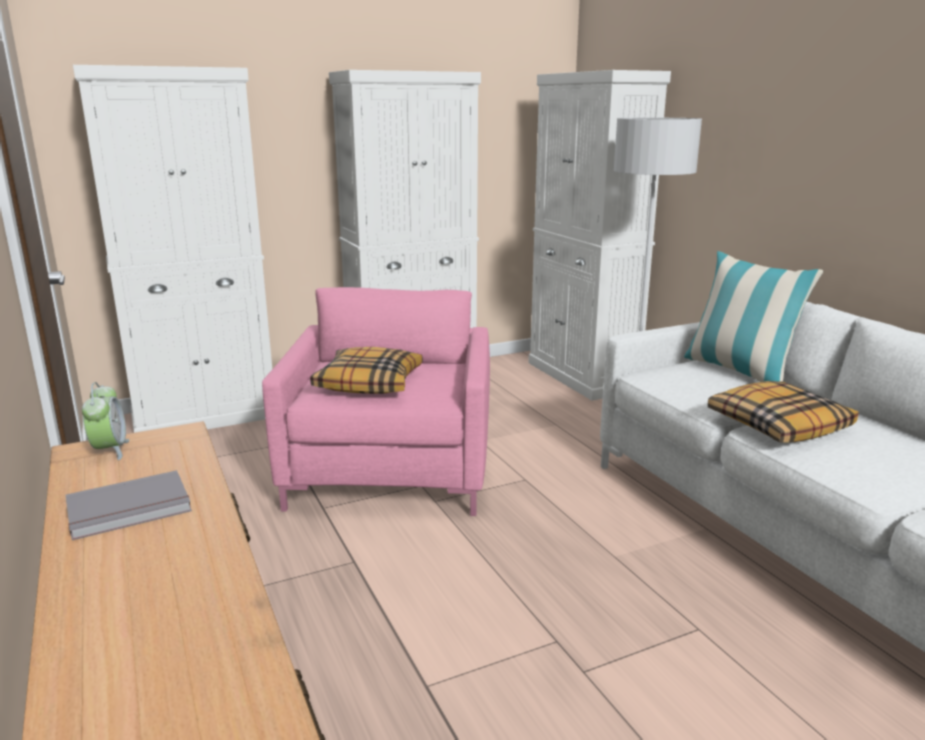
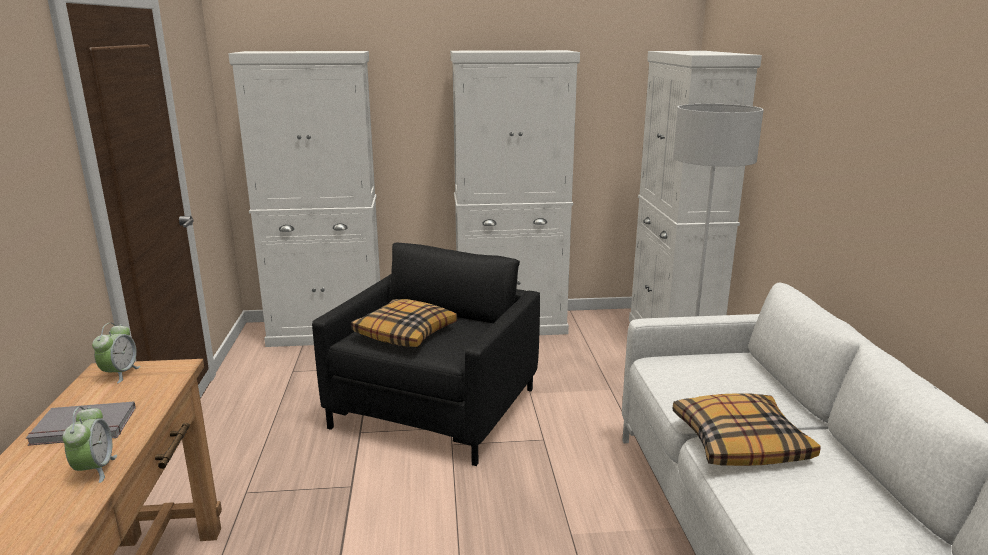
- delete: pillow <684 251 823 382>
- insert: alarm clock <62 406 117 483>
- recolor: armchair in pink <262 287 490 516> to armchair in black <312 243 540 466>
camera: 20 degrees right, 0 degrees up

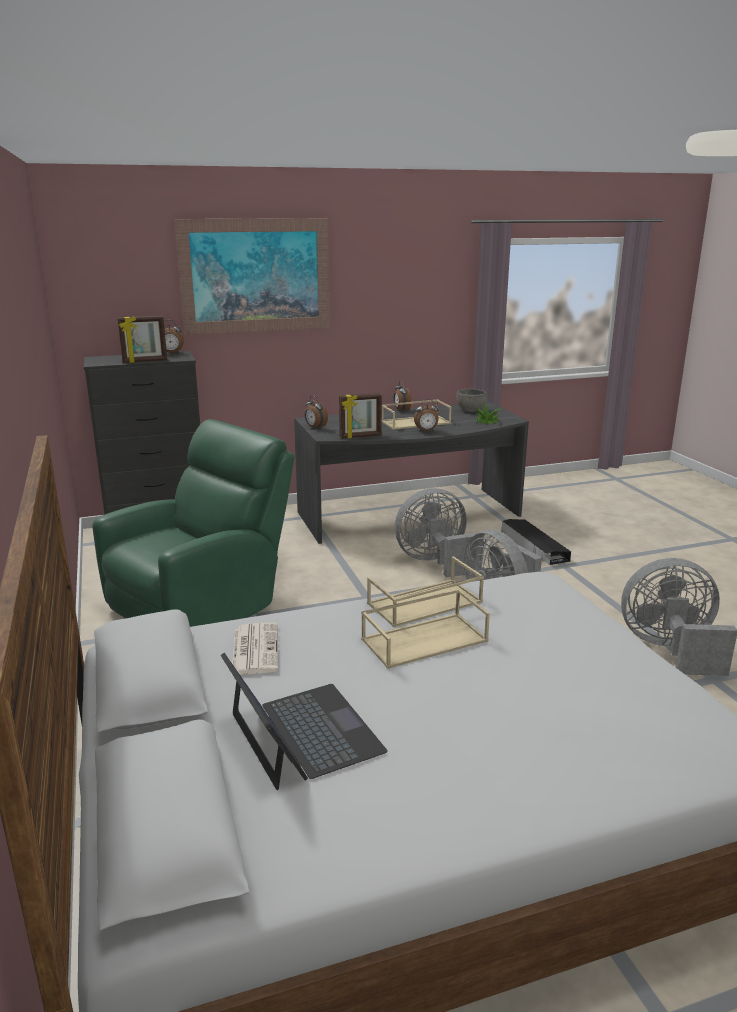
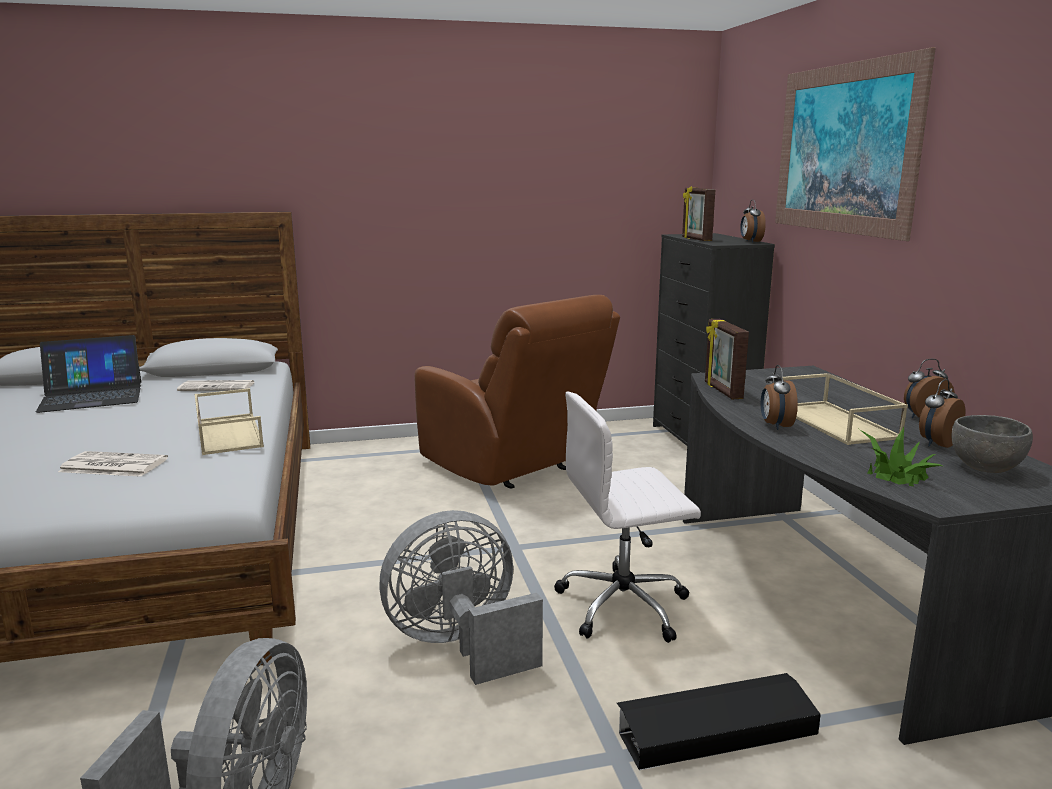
- delete: tray in beige <361 589 490 669>
- insert: newspaper <58 451 168 477>
- move: alarm clock <305 396 328 429> to <919 379 965 448>
- replace: fan in grey <394 488 484 578> to office chair in white <554 392 701 643>
- recolor: armchair in green <93 419 294 627> to armchair in brown <414 295 620 489>
camera: 95 degrees right, 5 degrees down

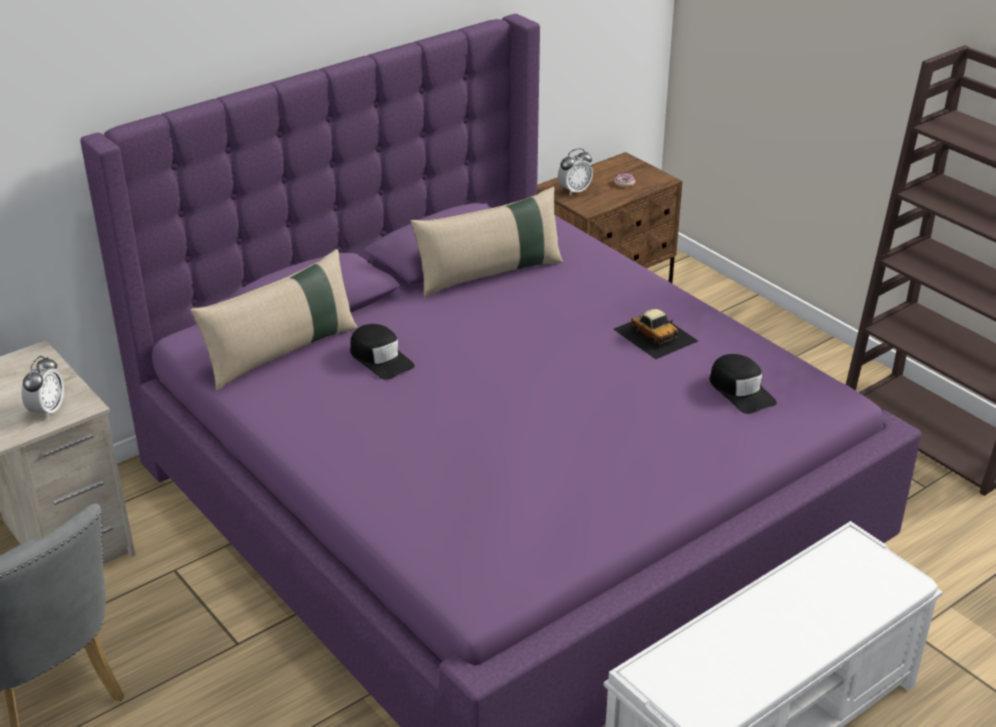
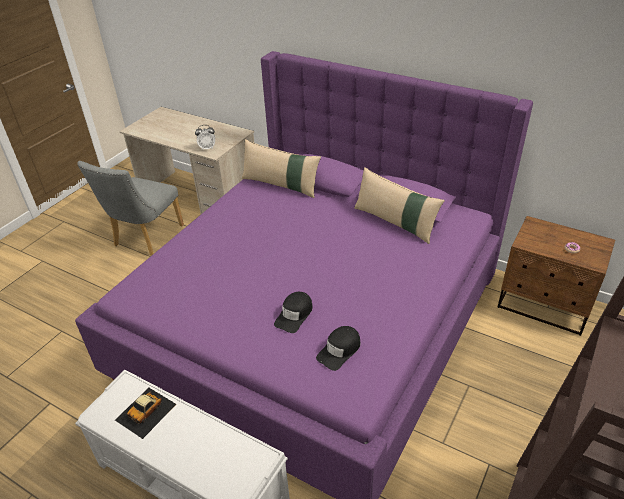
- delete: alarm clock <558 148 593 196>
- move: cap in black <350 324 415 380> to <274 292 313 333>
- move: toy car <613 309 698 359> to <115 388 176 439>
camera: 70 degrees right, 5 degrees up

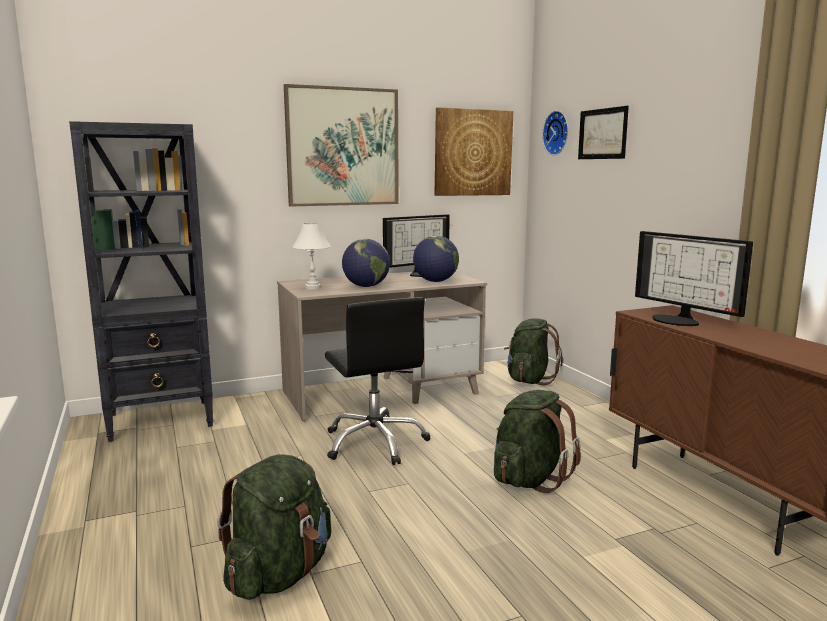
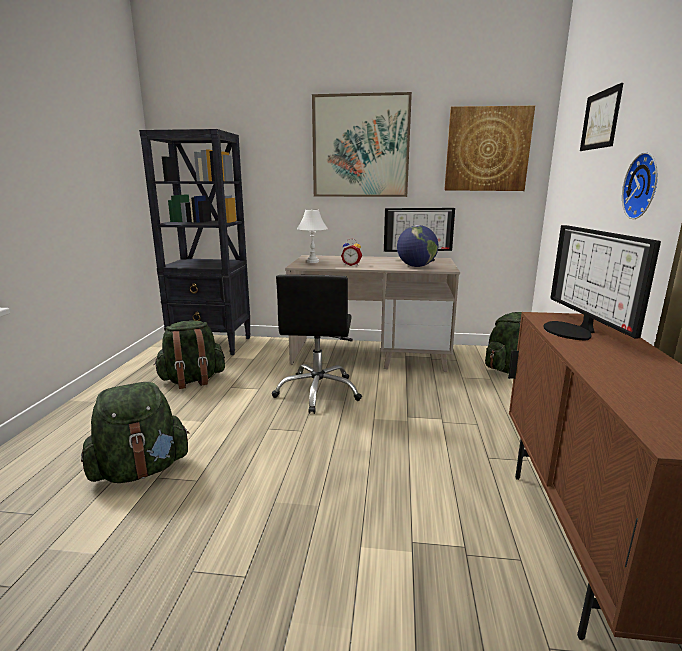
- move: backpack in green <494 390 581 493> to <153 320 225 389>
- move: wall clock <542 111 568 155> to <622 152 658 219>
- replace: globe <342 239 390 287> to alarm clock <341 239 362 266>
camera: 30 degrees right, 5 degrees up

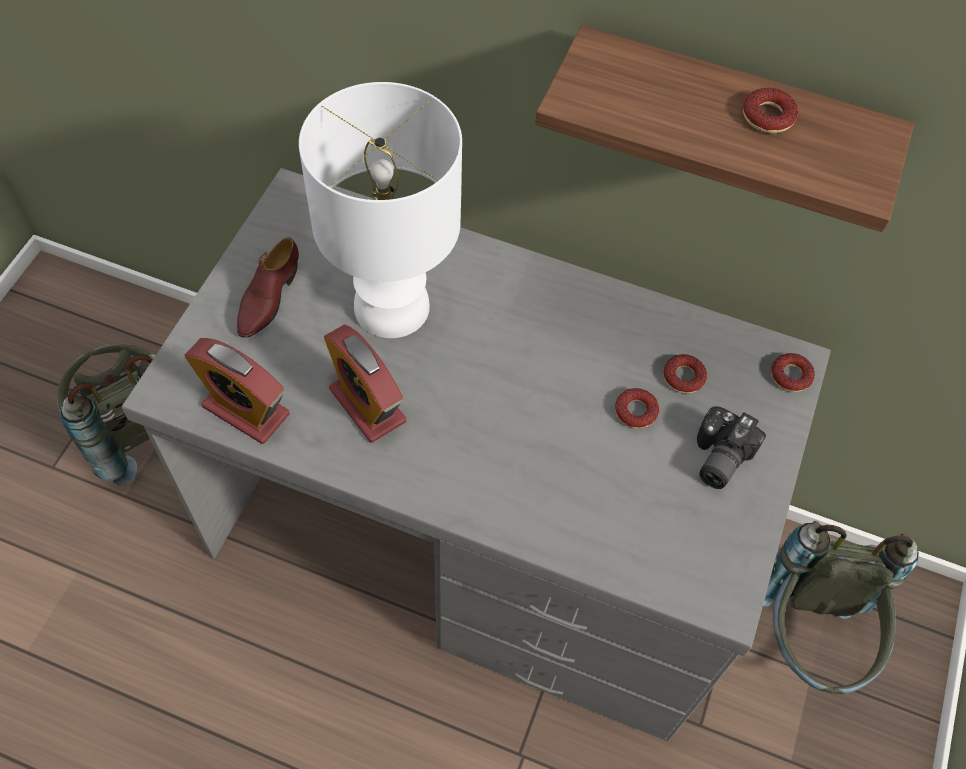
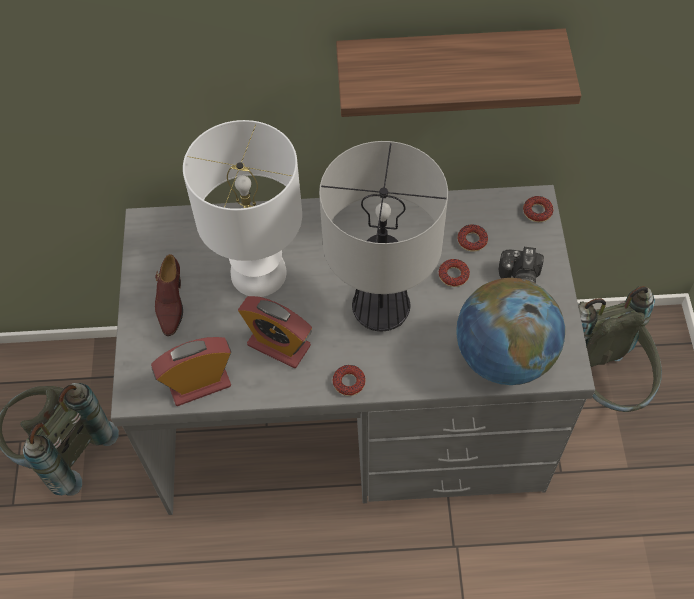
- insert: table lamp <319 141 448 331>
- insert: globe <456 278 565 385>
- move: donut <743 88 798 133> to <333 365 365 396>
- rotate: alarm clock <184 338 289 444> = <151 337 231 406> 150 degrees clockwise
camera: 20 degrees left, 0 degrees up

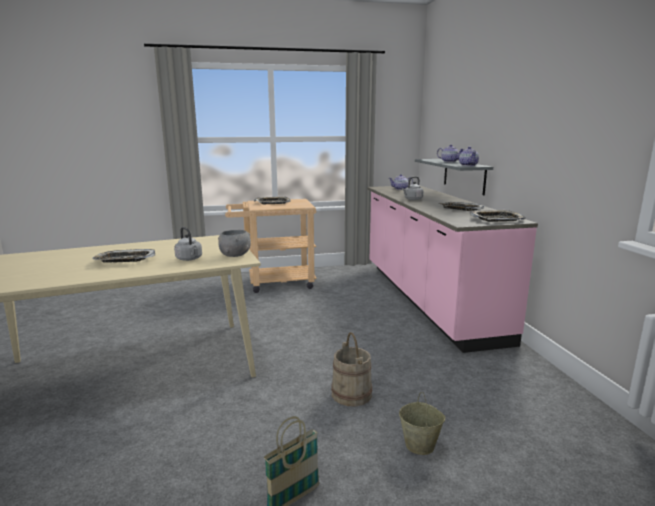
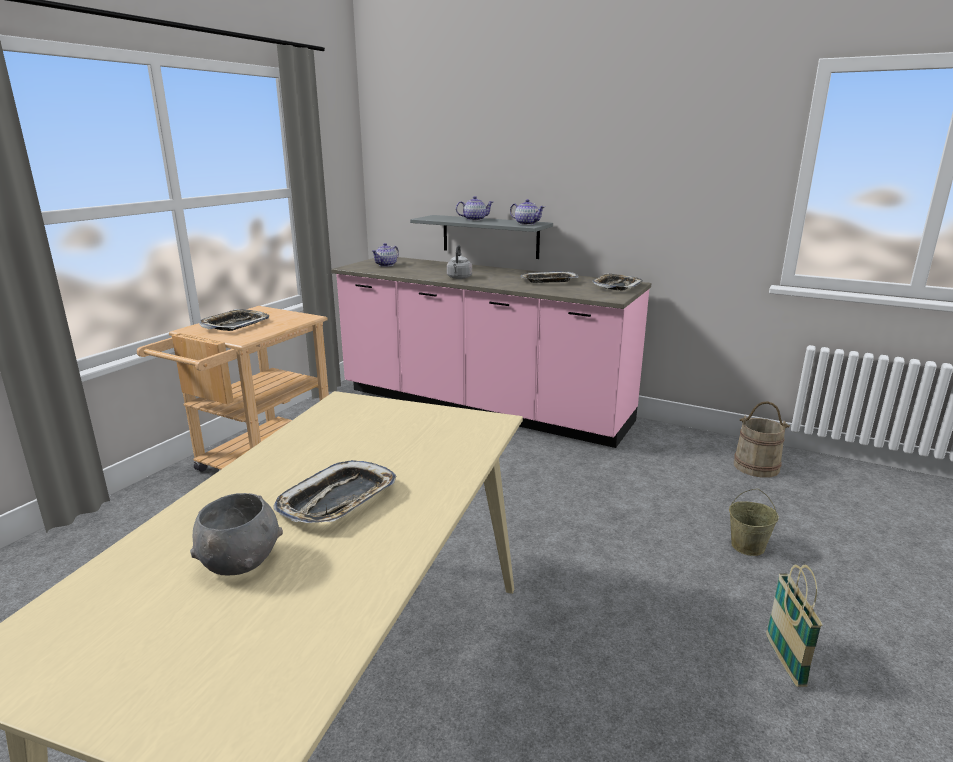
- delete: kettle in grey <174 227 202 261>
- move: bowl in grey <218 230 251 257> to <190 493 283 575>
- move: bucket in beige <331 332 372 406> to <734 401 790 478>
camera: 50 degrees left, 5 degrees up

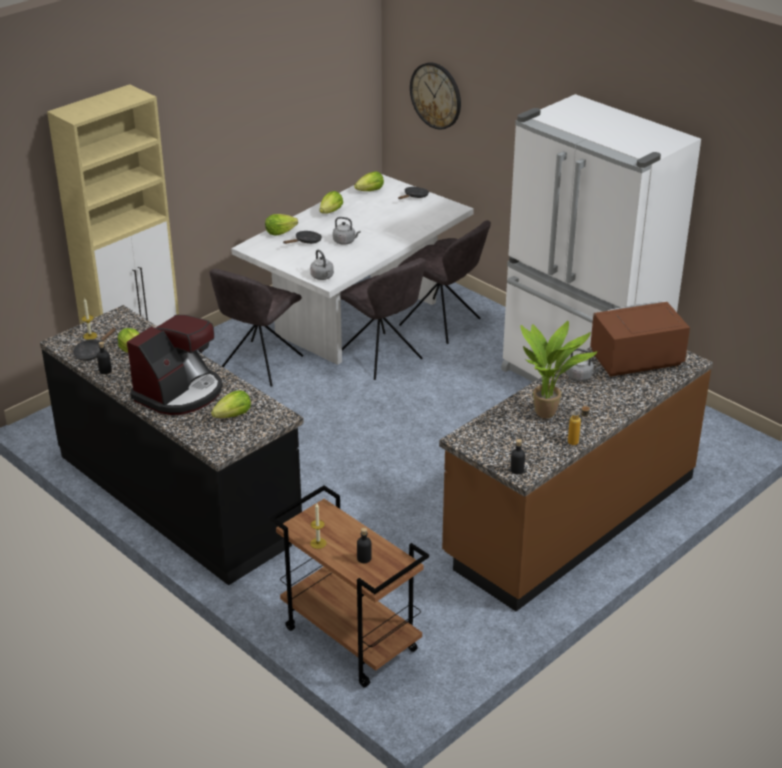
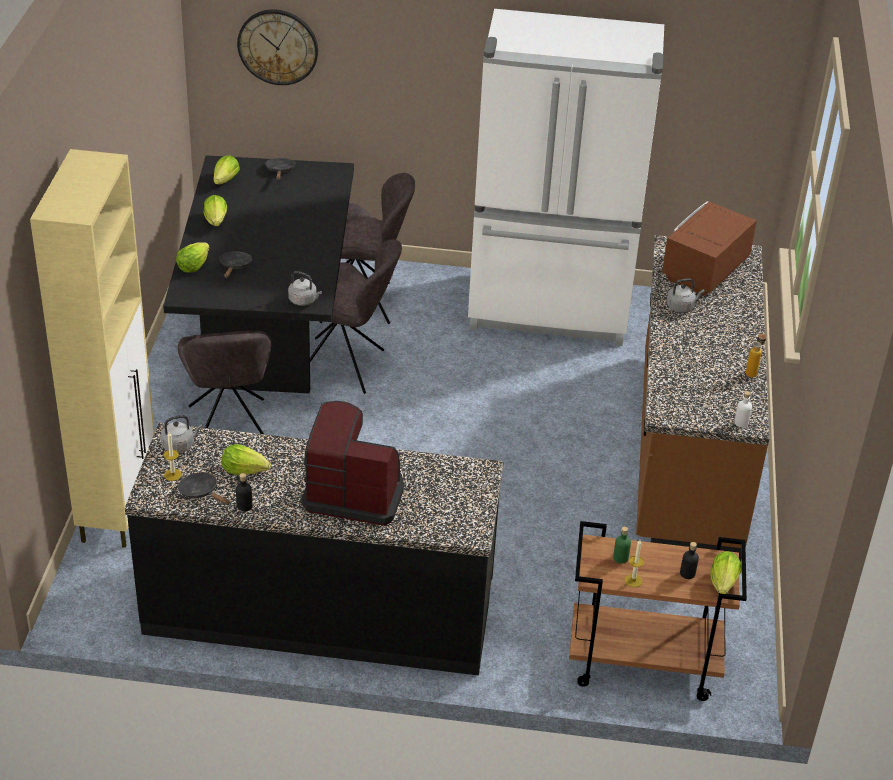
- delete: potted plant <521 321 597 419>
- insert: bottle in green <613 526 631 564>
- move: lettuce <211 390 251 418> to <710 551 742 594>
- move: kettle in grey <333 217 361 245> to <160 415 202 453>
- recolor: dining table in white <231 174 474 365> to dining table in black <163 155 354 393>
- recolor: bottle in black <510 439 525 474> to bottle in white <734 391 752 427>
- rotate: frying pan in black <73 328 116 361> = <178 472 230 505> 135 degrees clockwise
- rotate: coffee machine <127 315 223 415> = <301 401 404 526> 75 degrees counterclockwise
camera: 40 degrees left, 5 degrees up

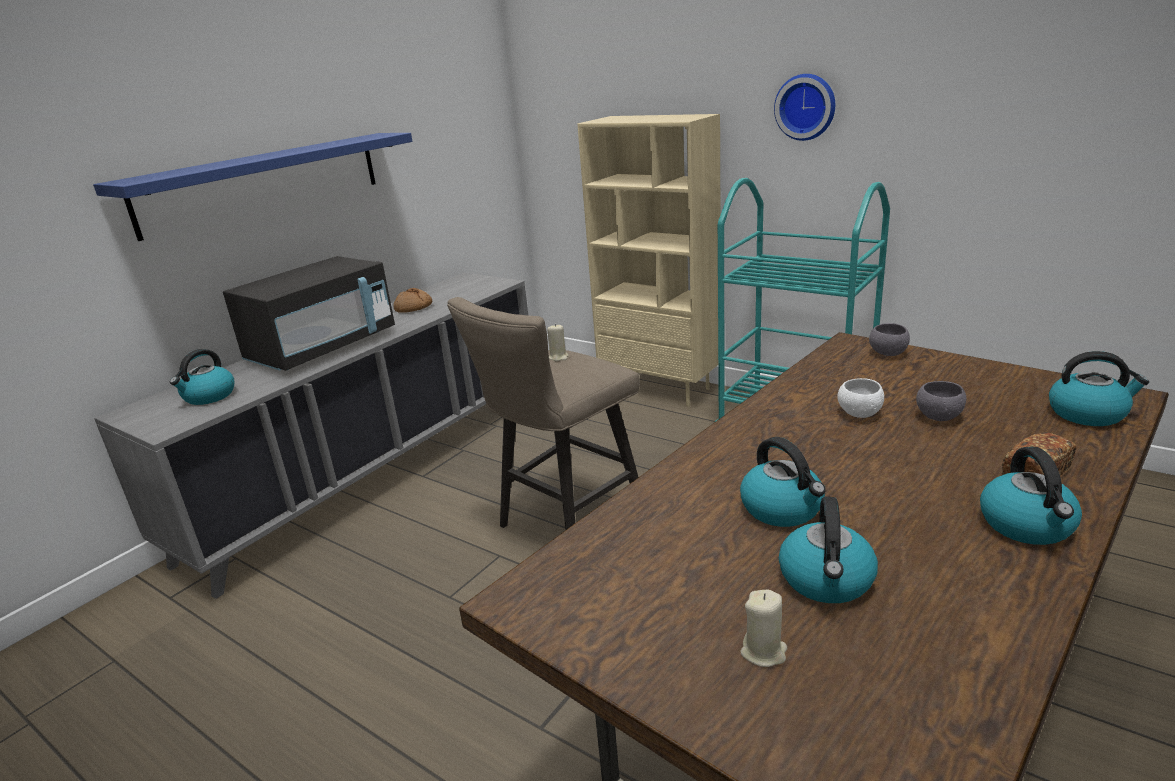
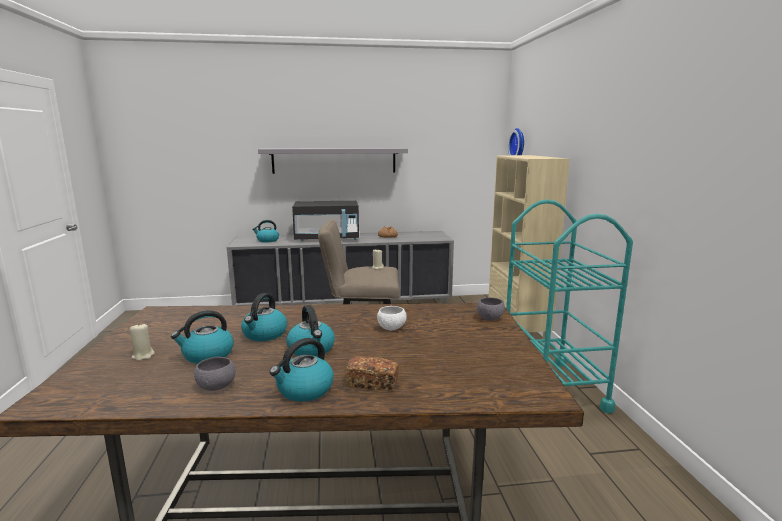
- move: wall clock <774 74 835 141> to <508 128 524 155>
- move: bowl in grey <916 381 966 421> to <194 357 236 391>
- move: kettle <1049 351 1149 426> to <286 305 335 356>
- recolor: shelf in blue <93 133 412 241> to shelf in grey <258 148 408 174>
camera: 45 degrees right, 10 degrees down

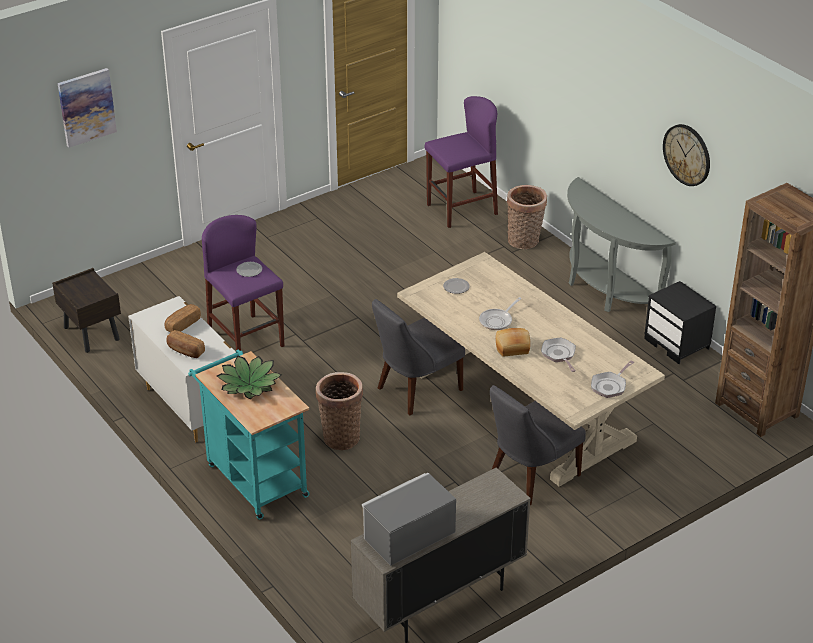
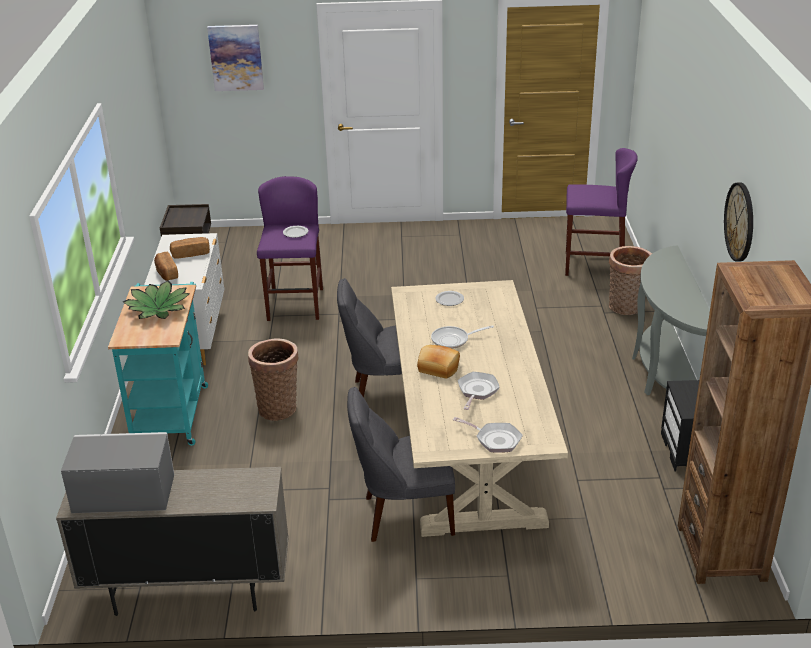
- rotate: frying pan <591 360 634 398> = <453 417 523 453> 135 degrees counterclockwise
camera: 35 degrees right, 5 degrees down

